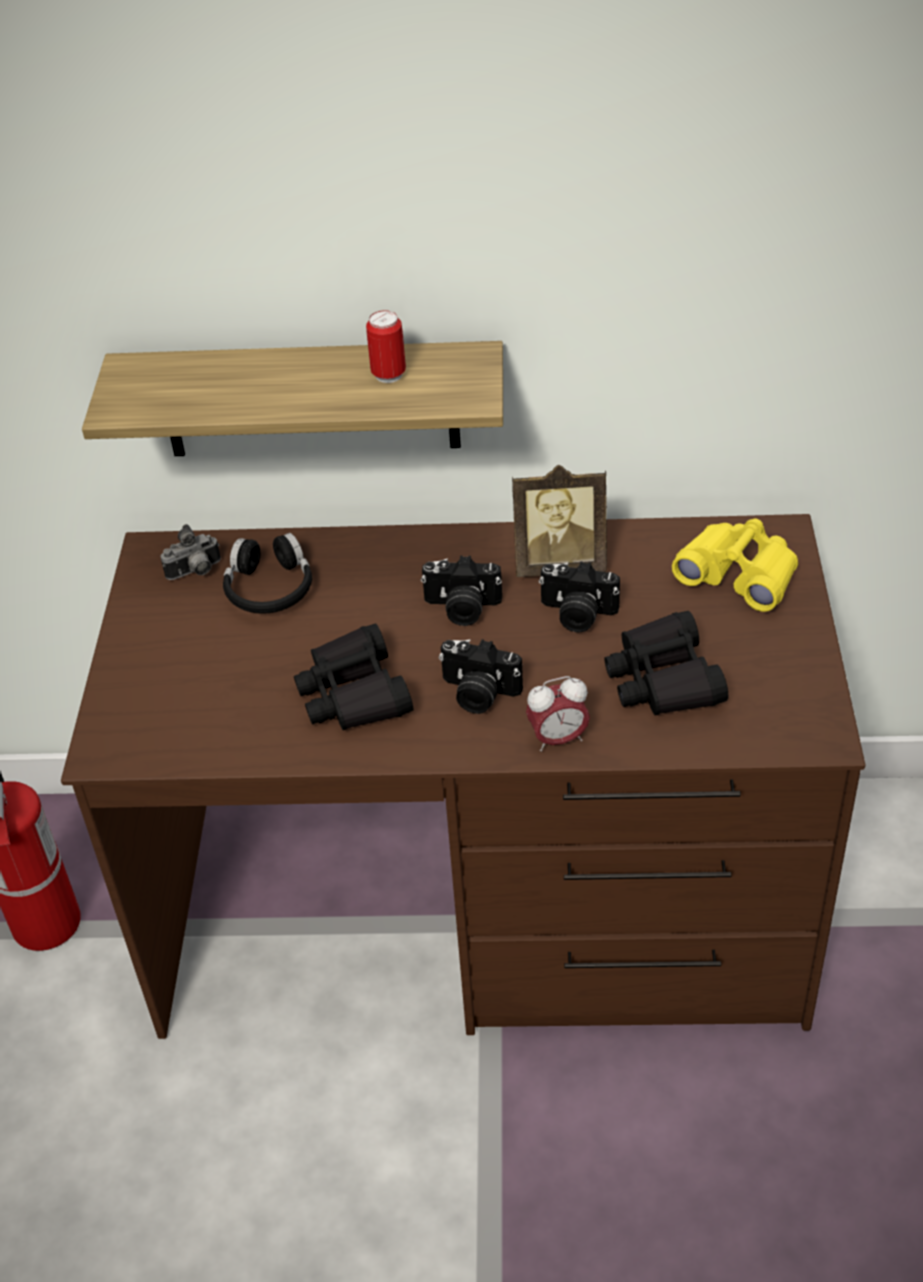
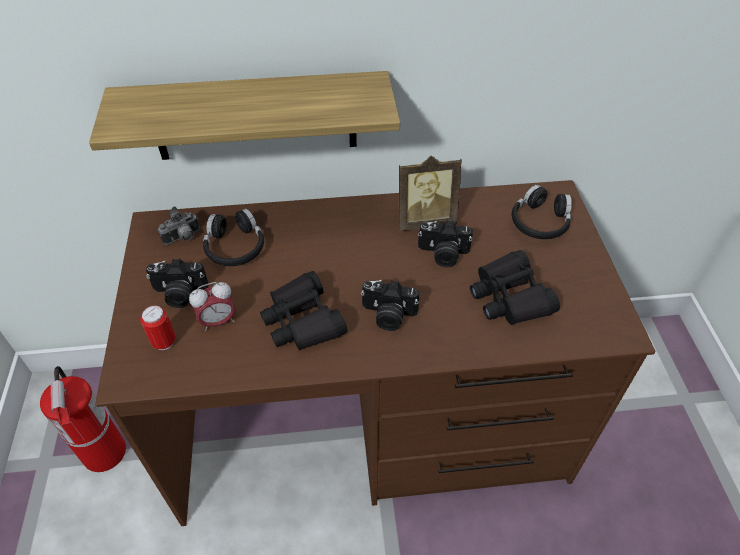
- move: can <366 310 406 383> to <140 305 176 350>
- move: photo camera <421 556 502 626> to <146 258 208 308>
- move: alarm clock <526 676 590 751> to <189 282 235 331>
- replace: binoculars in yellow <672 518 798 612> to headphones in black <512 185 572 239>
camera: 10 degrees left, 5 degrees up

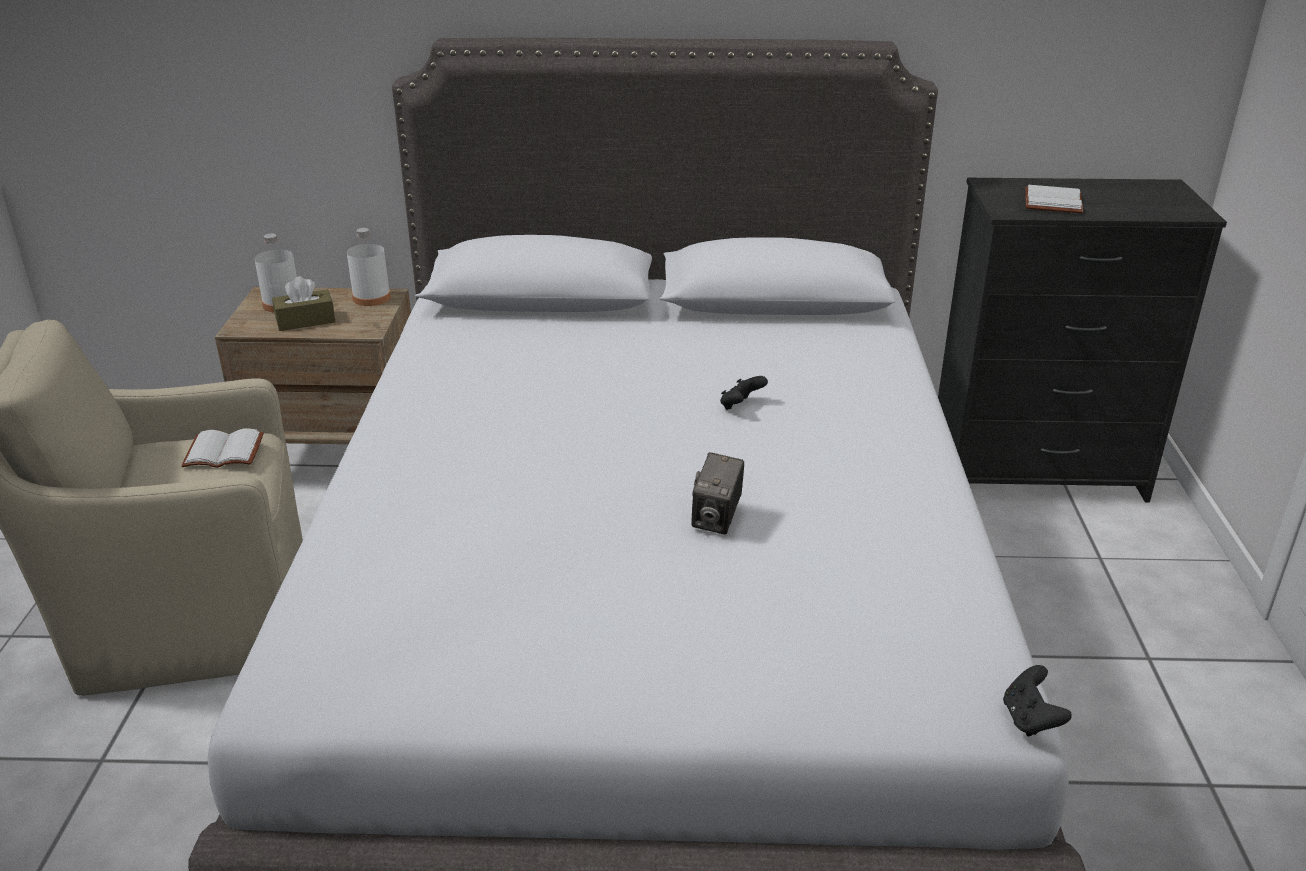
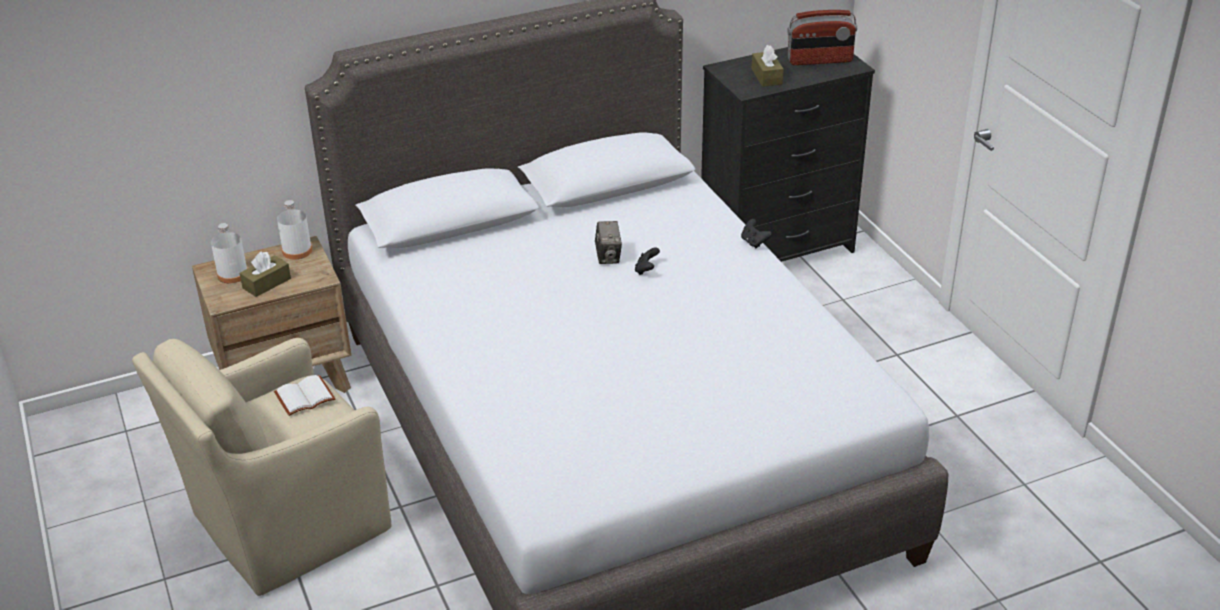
- insert: radio <787 10 857 65>
- move: photo camera <691 452 744 535> to <595 221 622 264>
- move: game controller in black <1003 665 1072 737> to <741 219 772 249>
- replace: book in white <1025 185 1083 214> to tissue box in brown <752 45 784 87>
camera: 25 degrees left, 5 degrees up

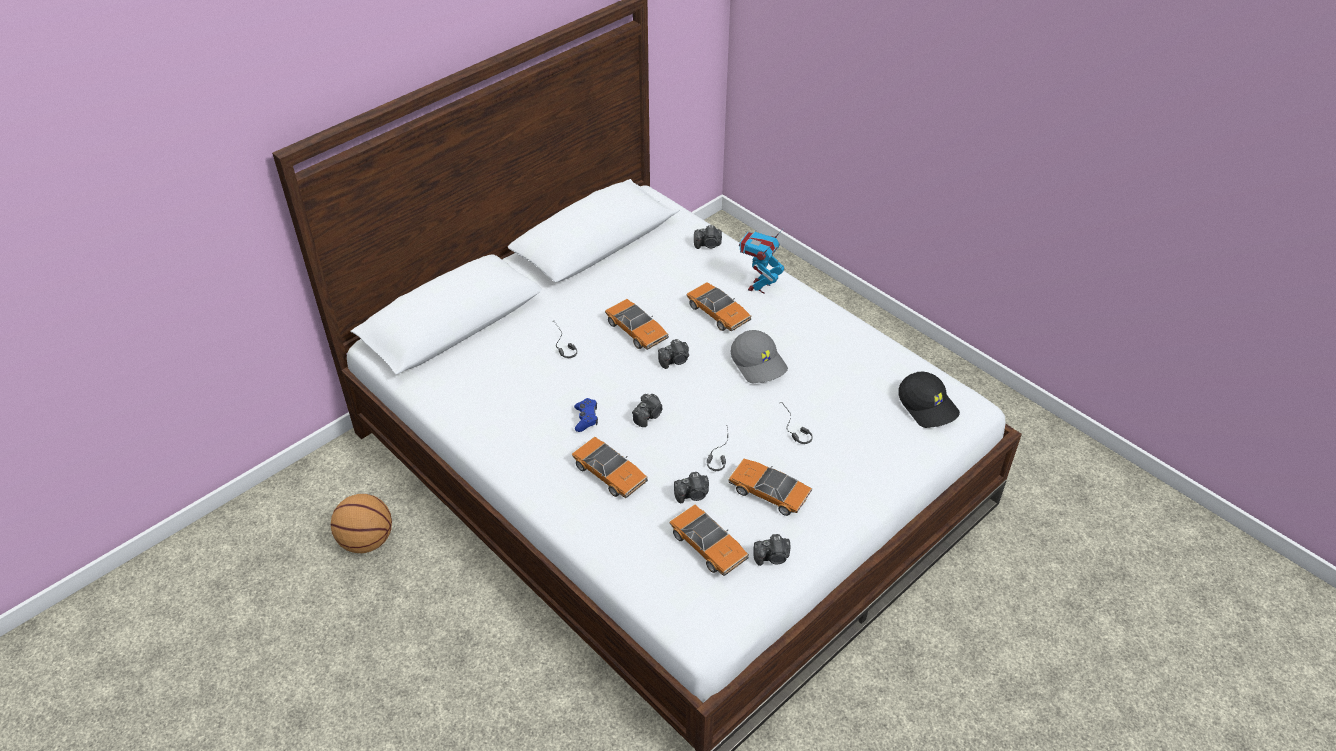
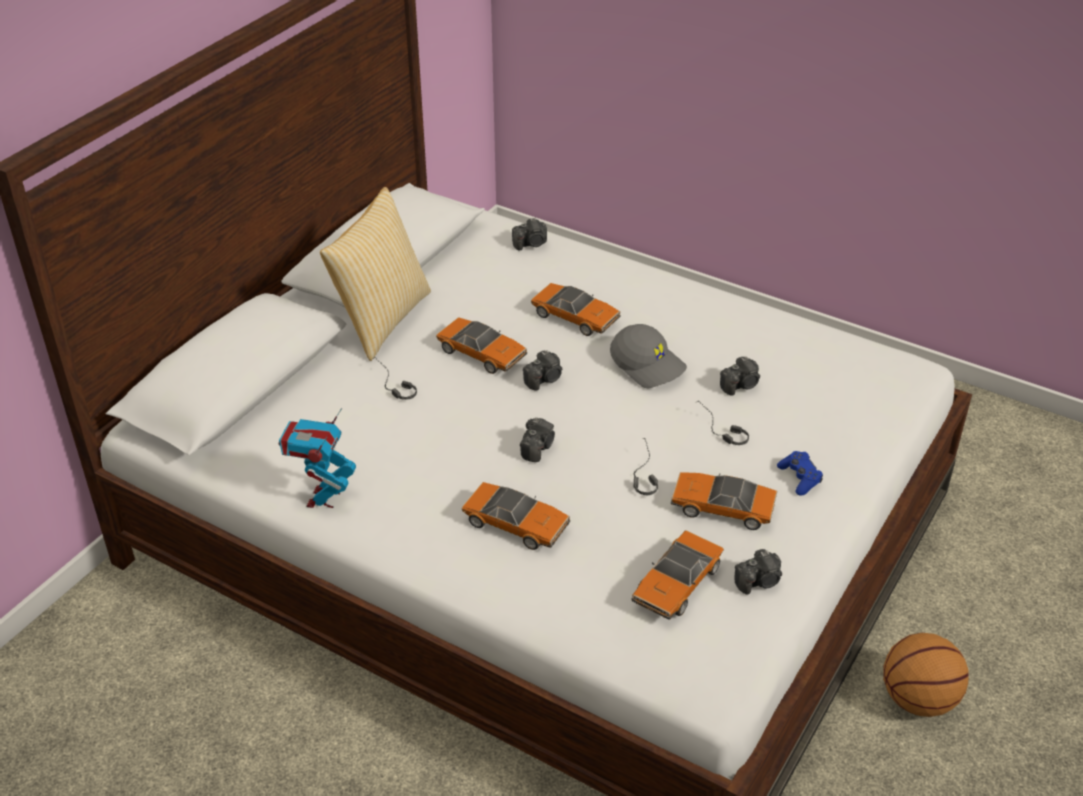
- delete: cap in black <898 371 960 428>
- insert: pillow <320 187 431 361>
- move: basketball <331 494 392 553> to <883 633 969 717>
- move: game controller in blue <574 398 598 432> to <777 451 823 496>
- move: photo camera <674 472 709 503> to <720 356 760 396>
- move: toy robot <739 229 785 294> to <279 408 356 508>
- rotate: toy car <669 504 749 576> = <632 530 724 620> 90 degrees clockwise
camera: 15 degrees left, 5 degrees down

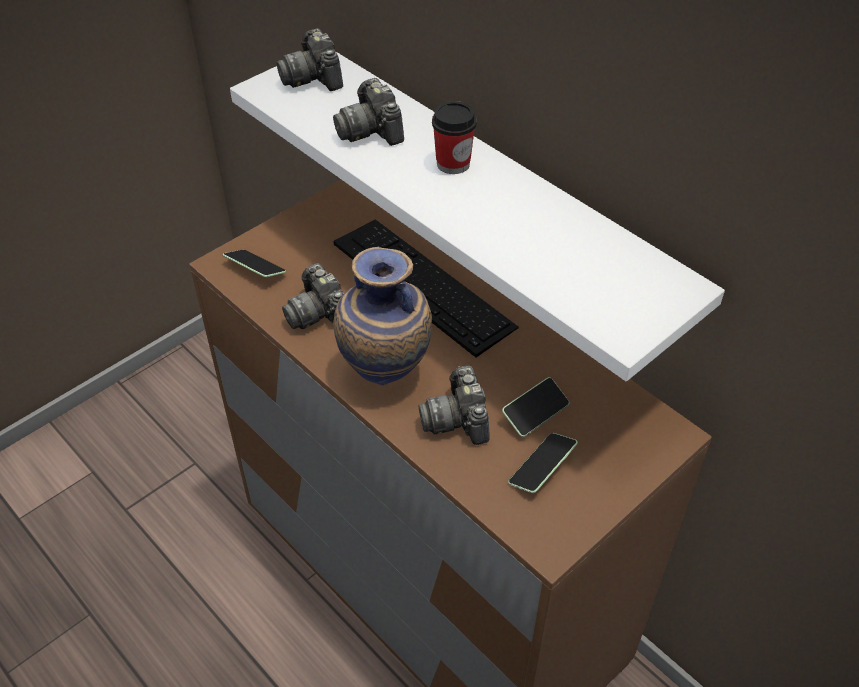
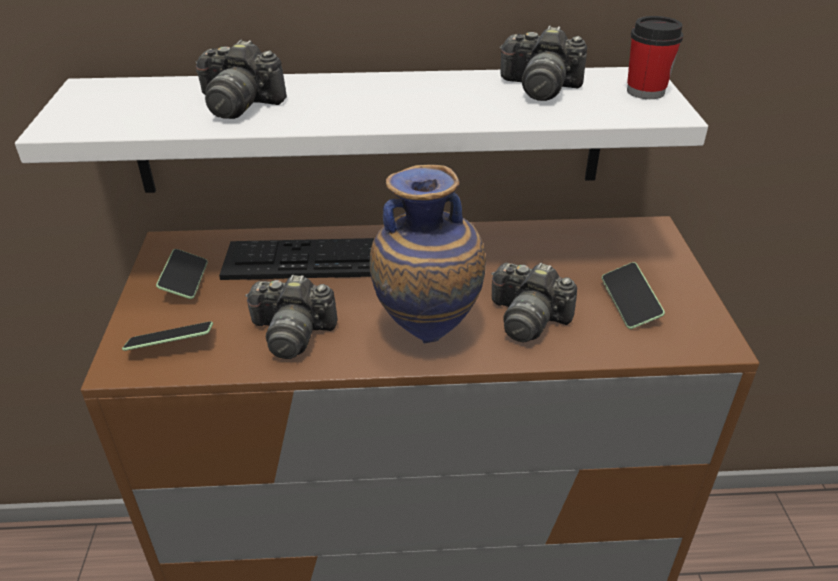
- move: photo camera <277 28 343 91> to <499 26 587 101>
- move: cup <432 101 477 174> to <627 16 683 99>
- move: phone <502 377 570 437> to <156 249 208 299>
camera: 50 degrees left, 10 degrees down

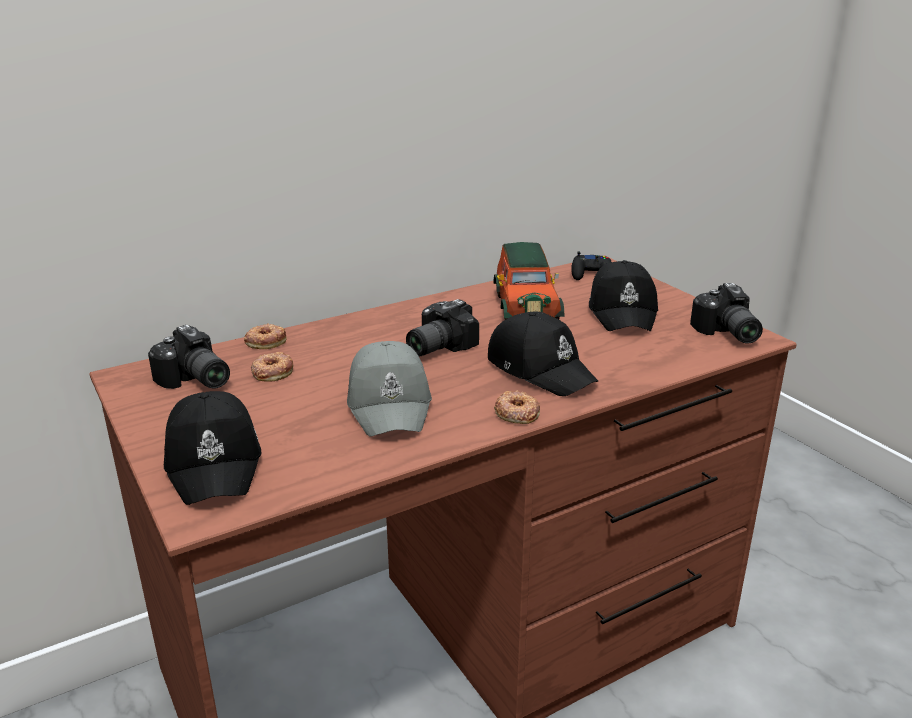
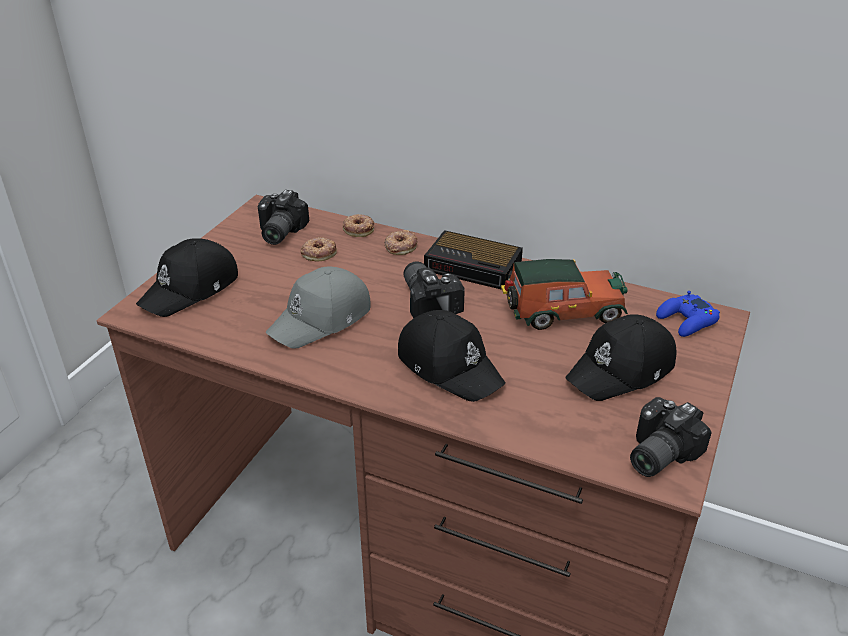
- insert: alarm clock <424 230 523 290>
- move: donut <494 390 540 424> to <384 230 418 255>
- recolor: game controller in black <571 252 611 280> to game controller in blue <656 291 720 337>
- rotate: photo camera <406 299 479 356> = <404 261 465 319> 60 degrees clockwise
- rotate: cap in black <488 312 598 396> = <398 310 505 402> 60 degrees counterclockwise
- rotate: toy car <493 242 564 320> = <501 259 628 330> 150 degrees counterclockwise
camera: 55 degrees right, 10 degrees up

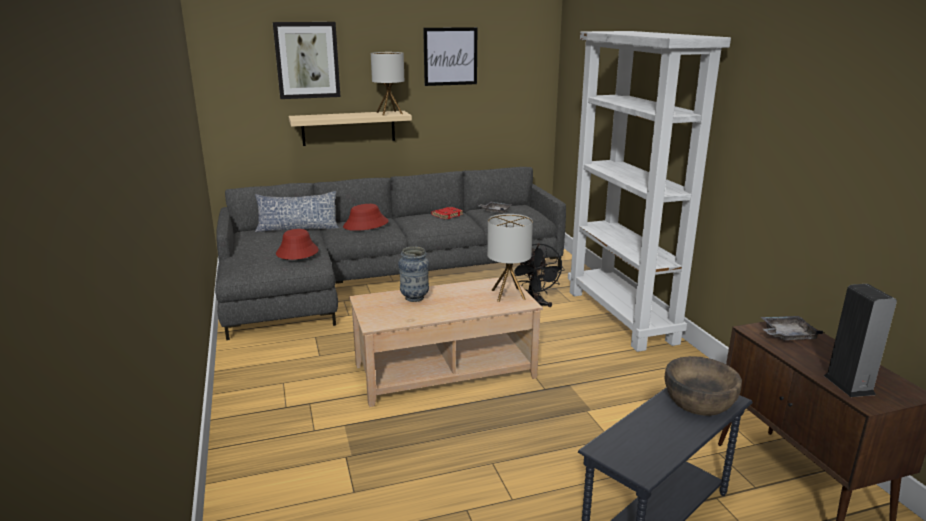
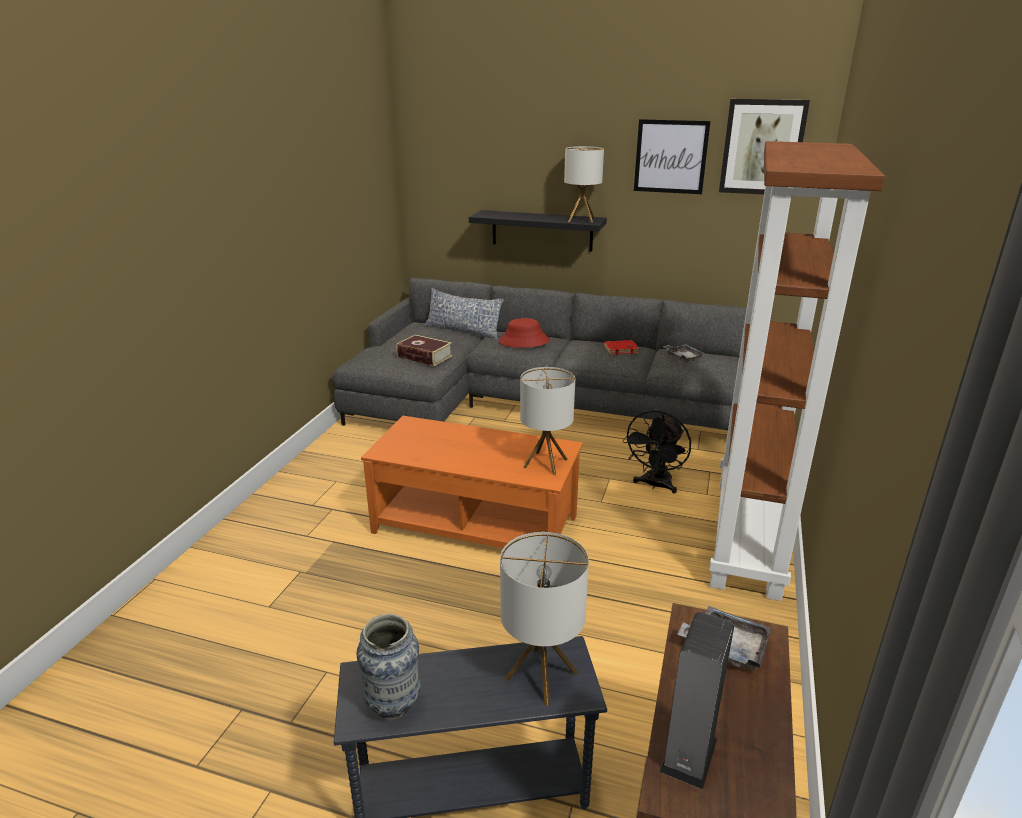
- move: picture <273 22 341 99> to <719 99 810 195>
- move: vase <398 246 429 302> to <357 614 421 719>
- replace: hat in red <276 229 319 260> to book <396 335 452 366>
- replace: bowl in brown <665 356 742 416> to table lamp <500 532 589 706>
- recolor: shelf in beige <289 111 412 146> to shelf in black <469 210 607 252>
- recolor: coffee table in beige <349 276 543 407> to coffee table in orange <361 416 583 548>
- recolor: bookcase in white <568 31 731 352> to bookcase in brown <709 141 885 601>
camera: 35 degrees right, 5 degrees up

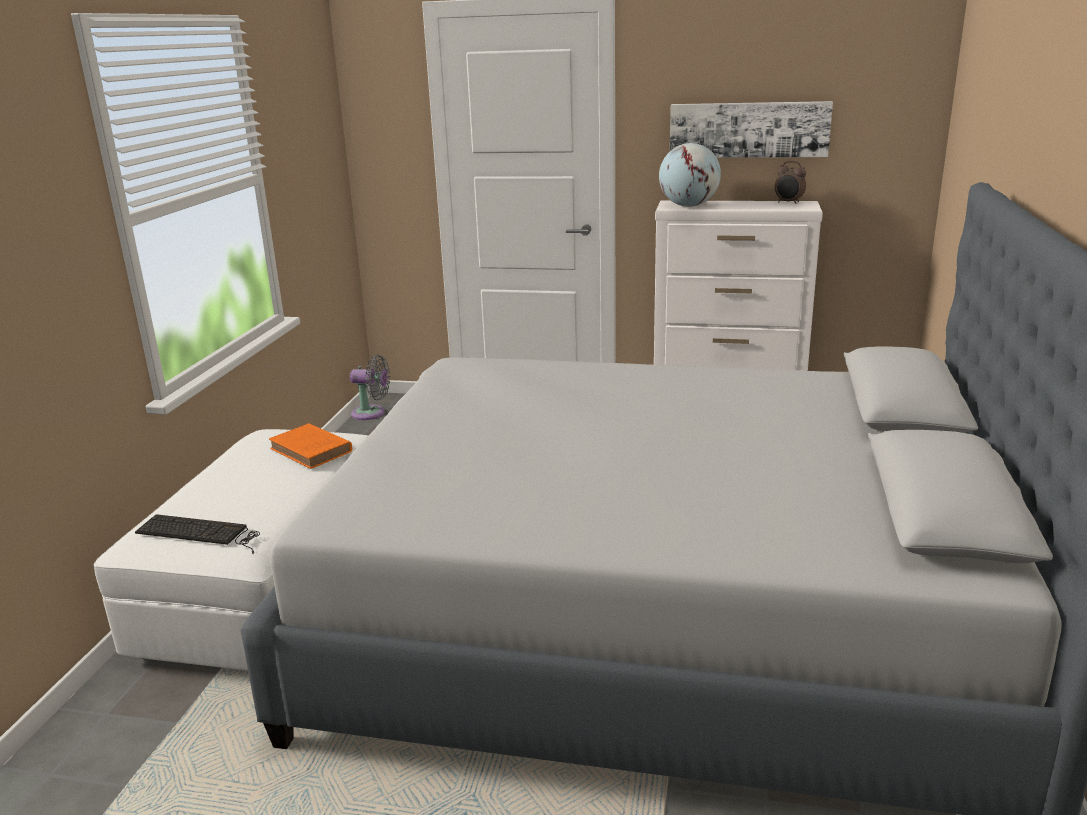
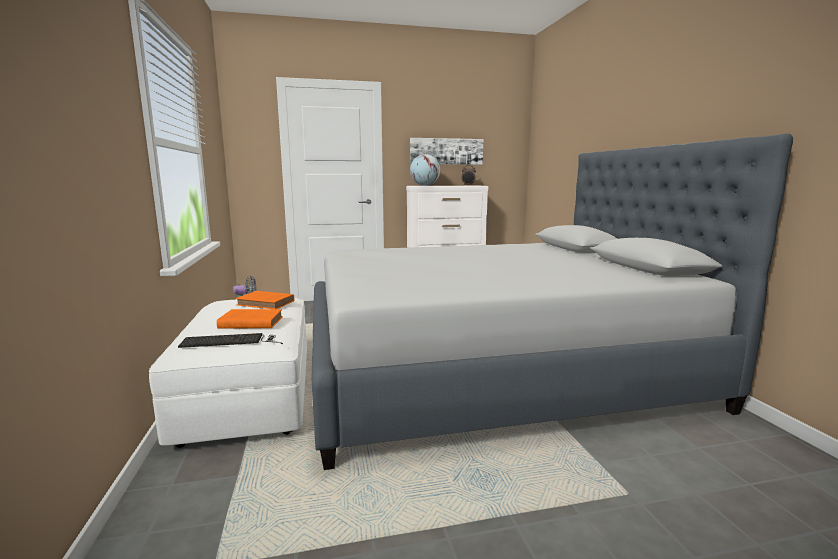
- insert: book in orange <217 309 283 328>
camera: 25 degrees left, 10 degrees down

